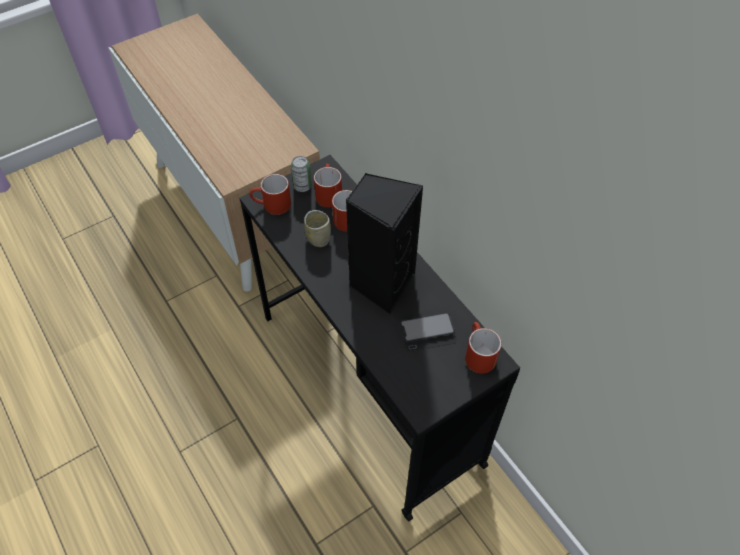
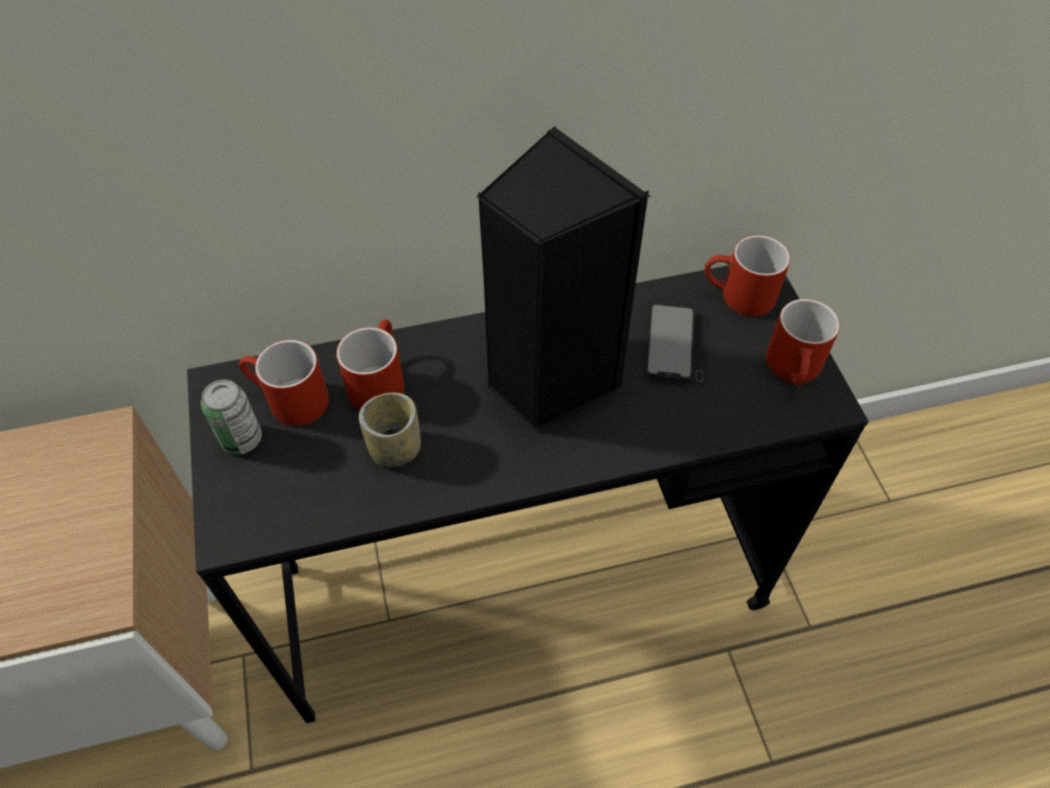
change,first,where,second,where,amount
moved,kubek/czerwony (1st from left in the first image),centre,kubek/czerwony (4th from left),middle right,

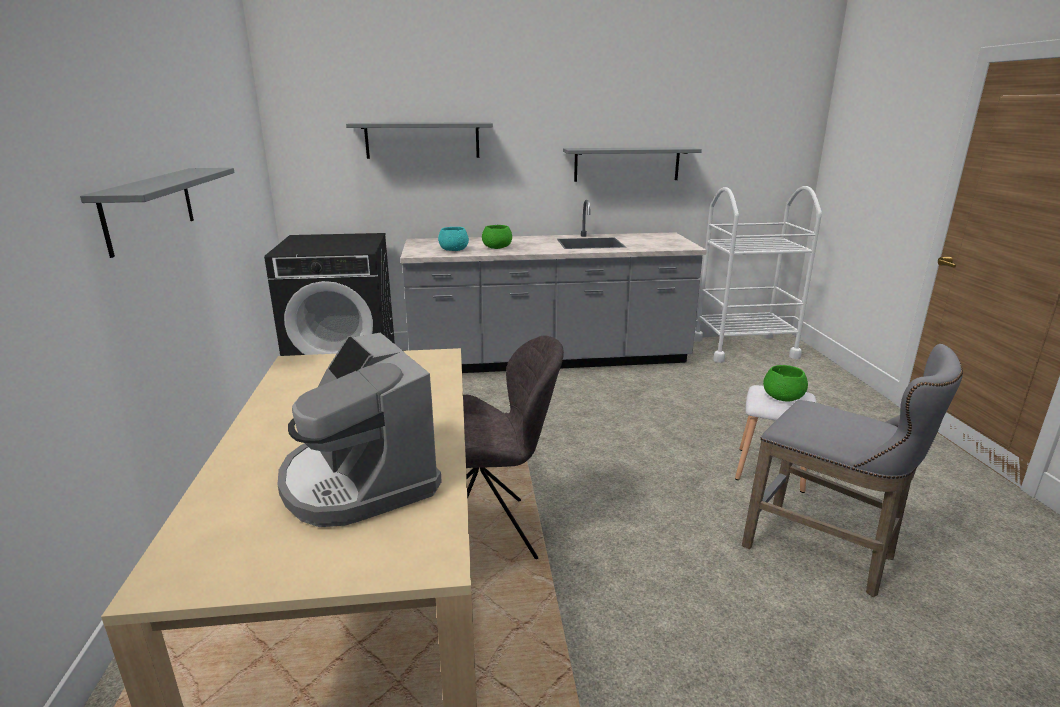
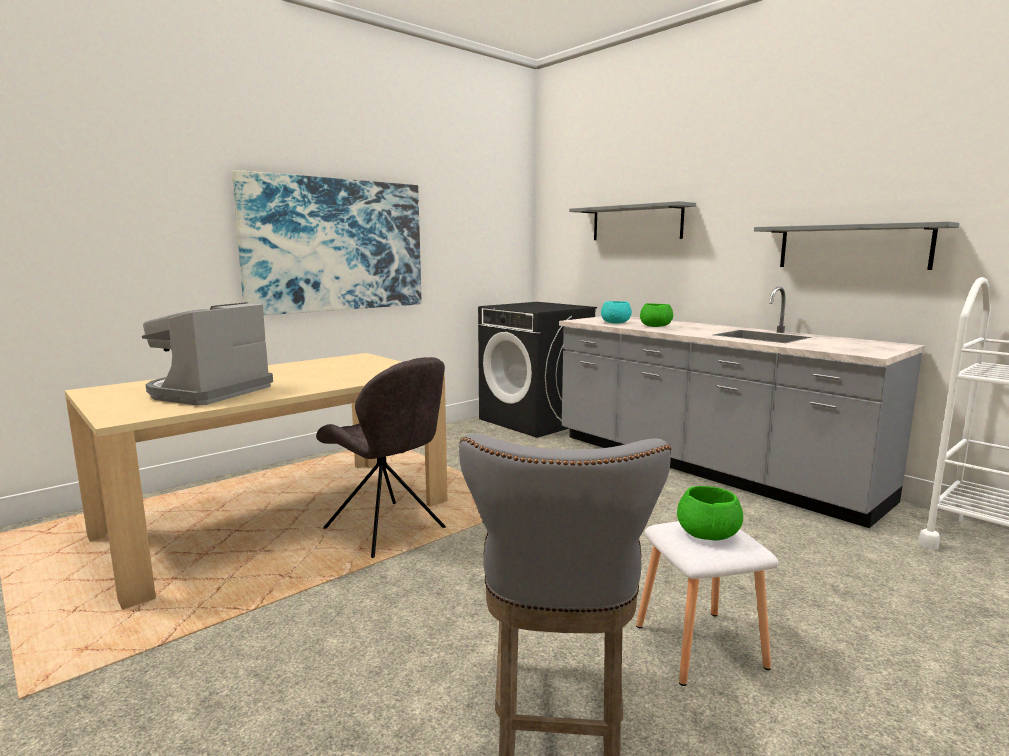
change,first,where,second,where,amount
replaced,półka/szary (1st from left),top left,obraz,top left,

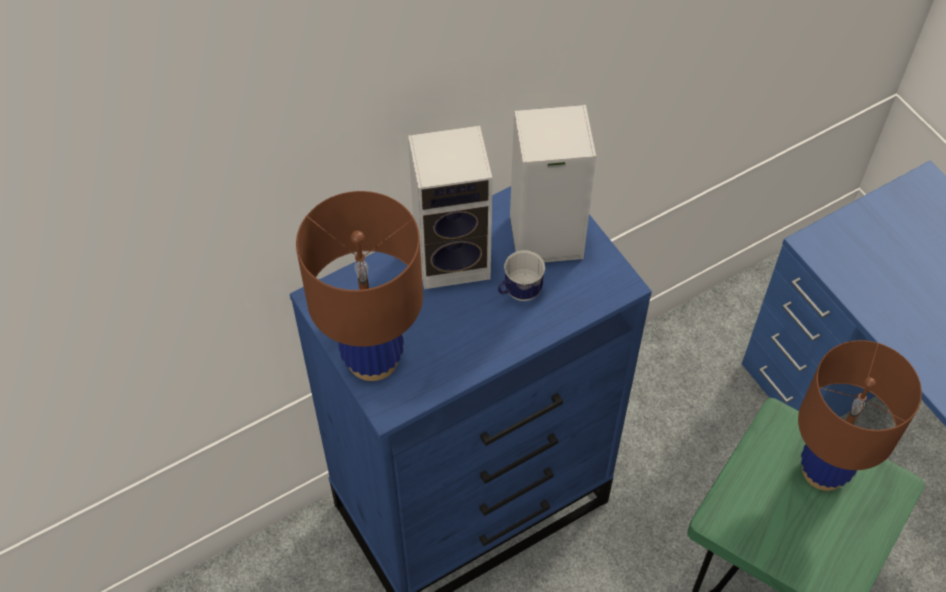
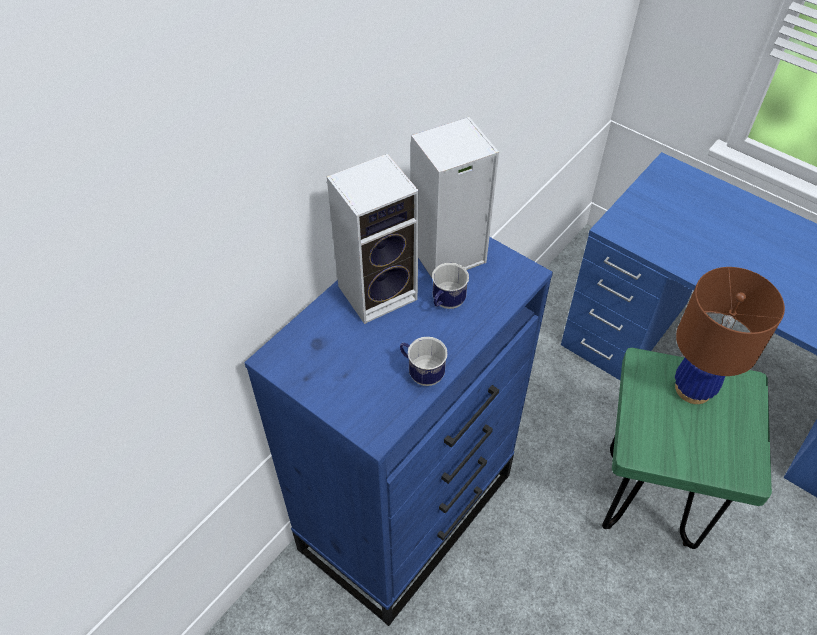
change,first,where,second,where,amount
added,,,kubek (1st from left),centre,
removed,lampa stołowa/brązowy (1st from left),centre,,,

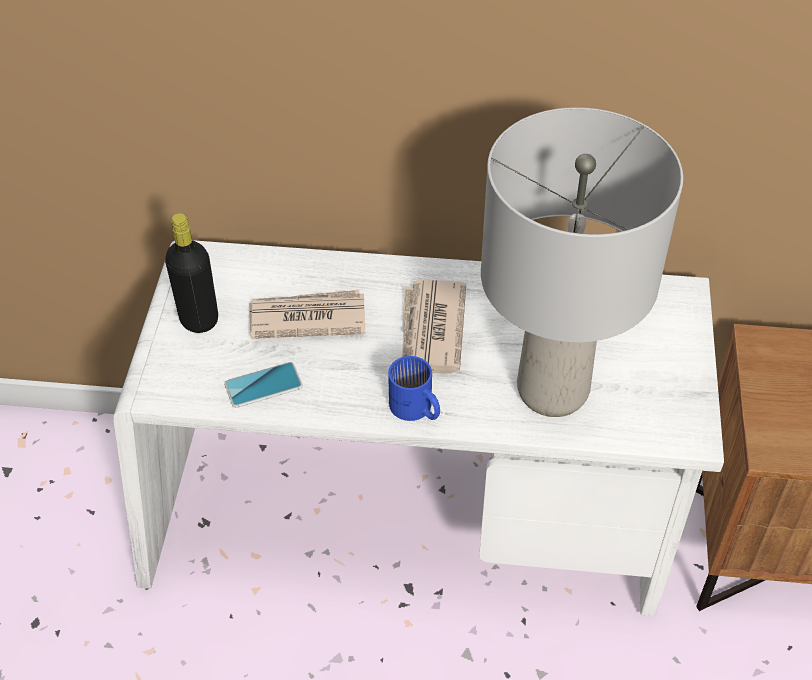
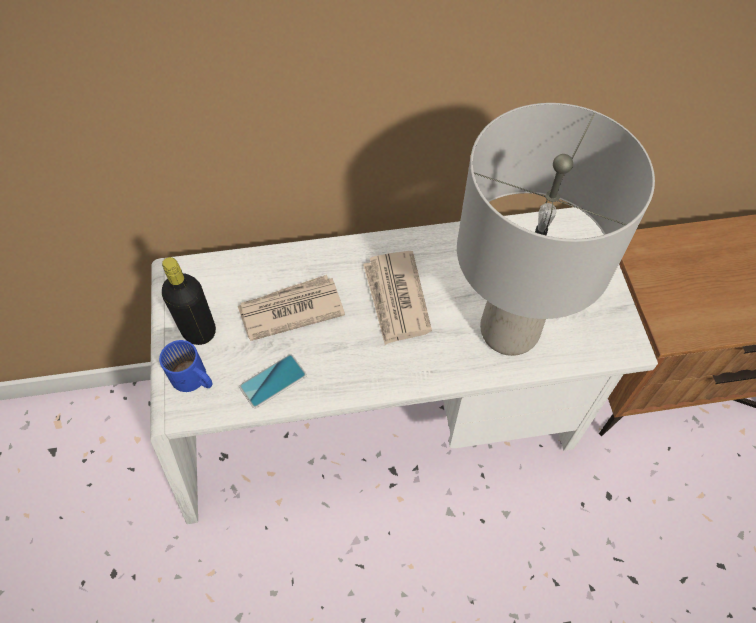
change,first,where,second,where,amount
moved,kubek/niebieski,centre,,middle left,

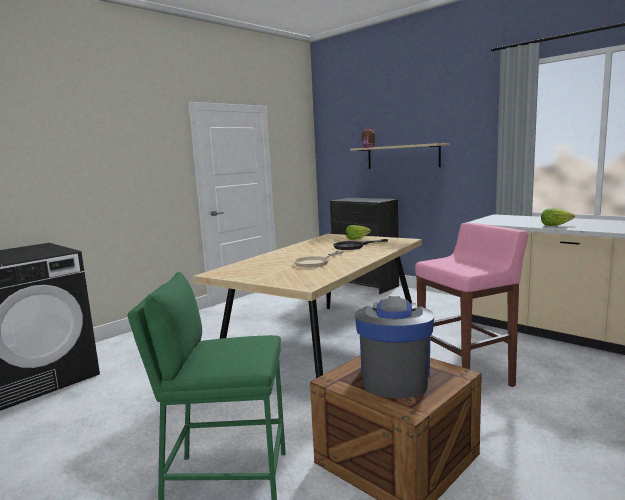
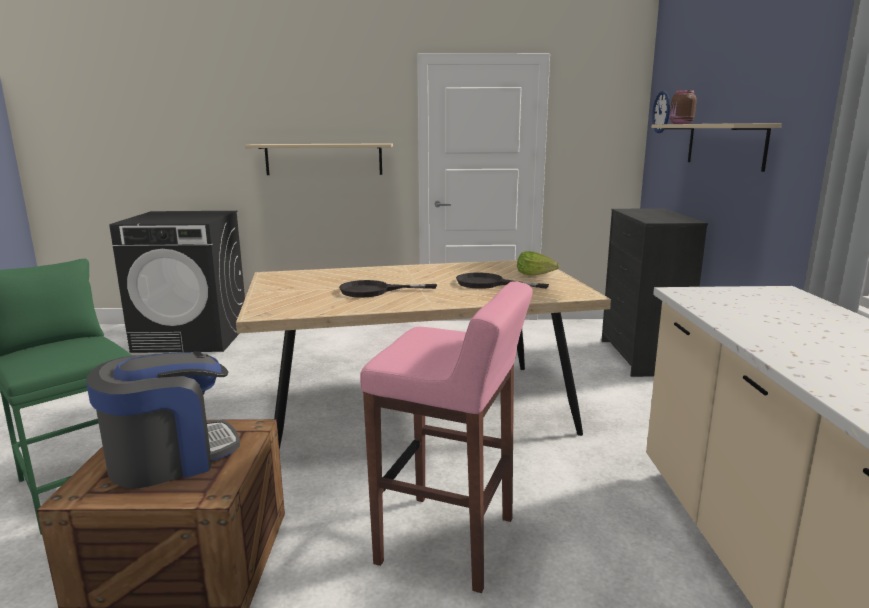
change,first,where,second,where,amount
added,,,półka/beżowy (1st from left),top centre,
recoloured,patelnia/beżowy,centre,patelnia/czarny (1st from left),centre,
added,,,zegar ścienny,top right,
removed,sałata (2nd from left),middle right,,,

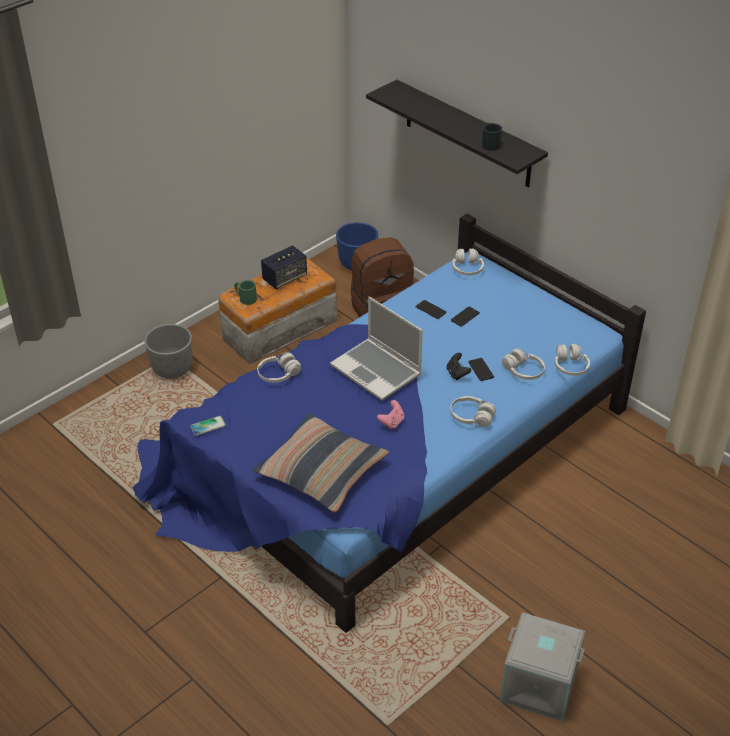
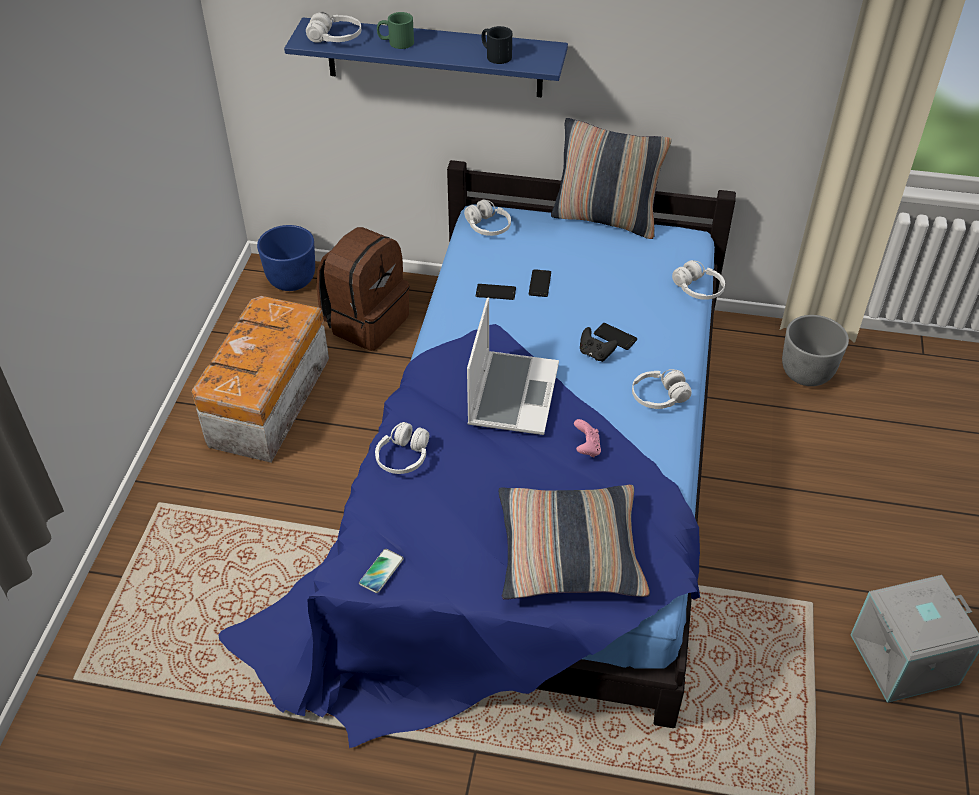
change,first,where,second,where,amount
recoloured,półka/czarny,top centre,półka/niebieski,top centre,
moved,słuchawki/biały (4th from left in the first image),middle right,słuchawki/biały (1st from left),top centre,
moved,kubek/zielony,centre,,top centre,
turned,laptop,centre,,centre,90 degrees counterclockwise
added,,,poduszka (2nd from left),top centre,
moved,donica/szary,middle left,,middle right,
removed,głośnik,centre,,,

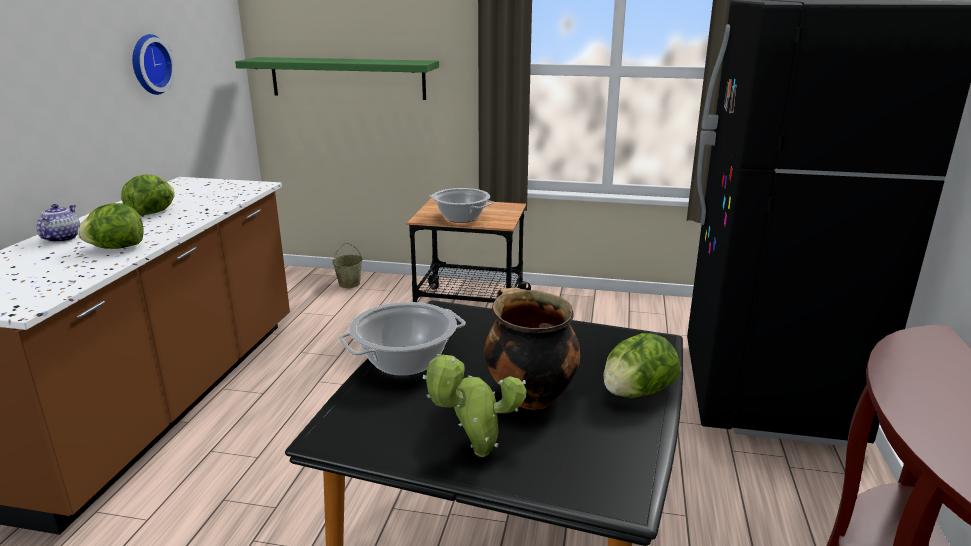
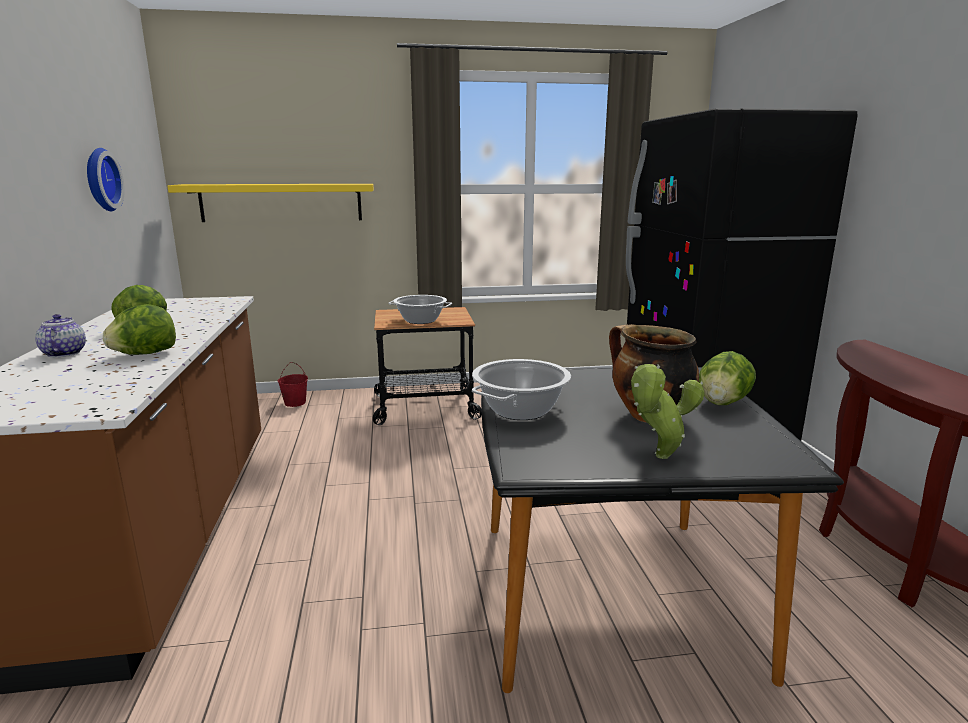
change,first,where,second,where,amount
recoloured,półka/zielony,top centre,półka/żółty,top left,
recoloured,wiadro/beżowy,centre,wiadro/czerwony,middle left,

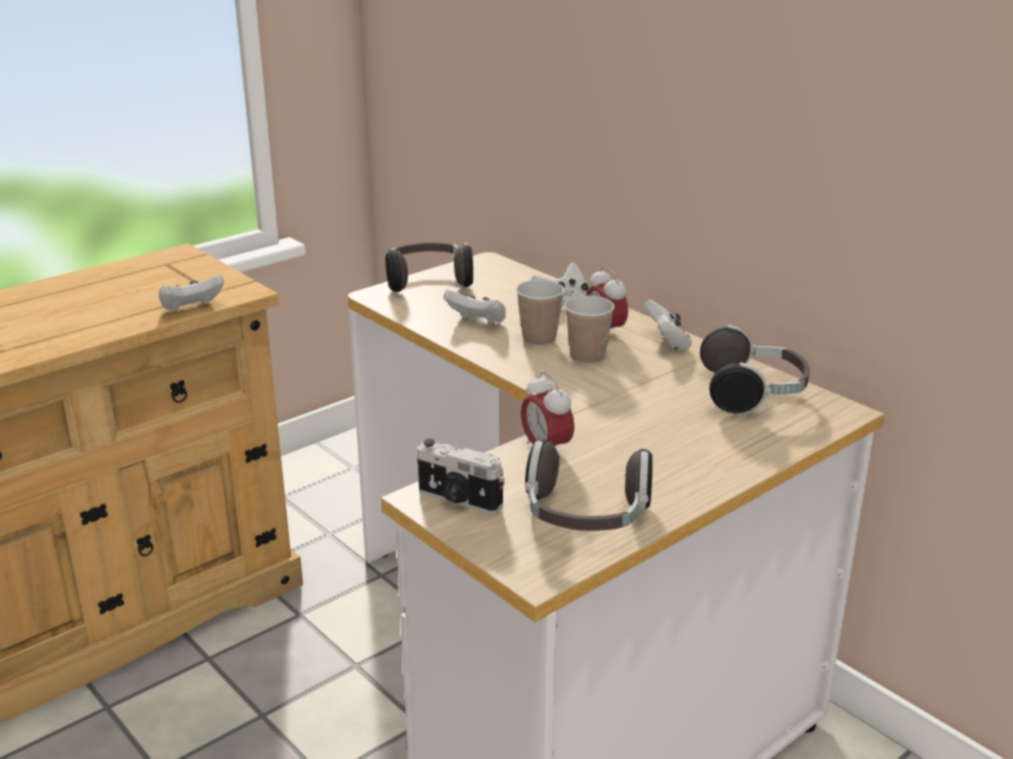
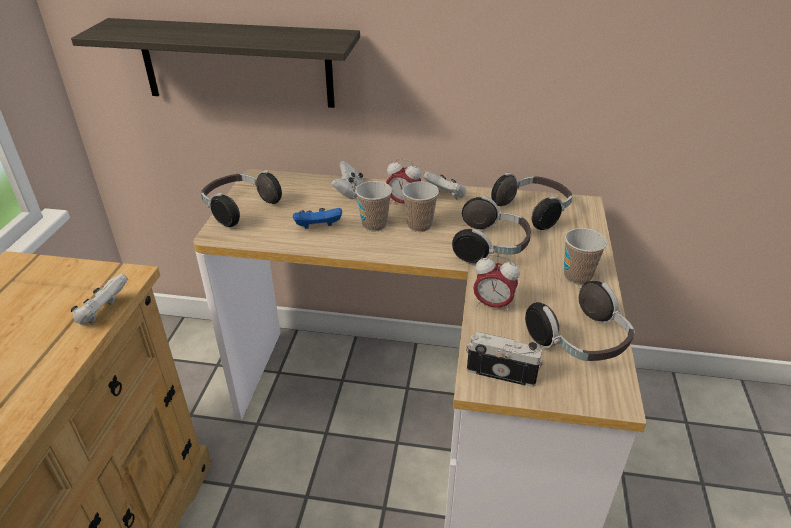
change,first,where,second,where,amount
added,,,półka,top left,
recoloured,pad do gier/biały (2nd from left),centre,pad do gier/niebieski,centre,
added,,,słuchawki (2nd from left),centre,
turned,aparat fotograficzny,centre,,bottom centre,150 degrees counterclockwise
added,,,filiżanka (3rd from left),middle right,

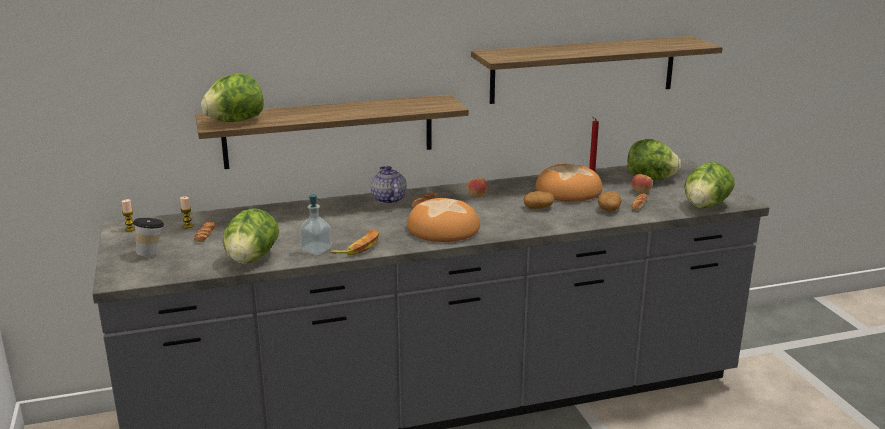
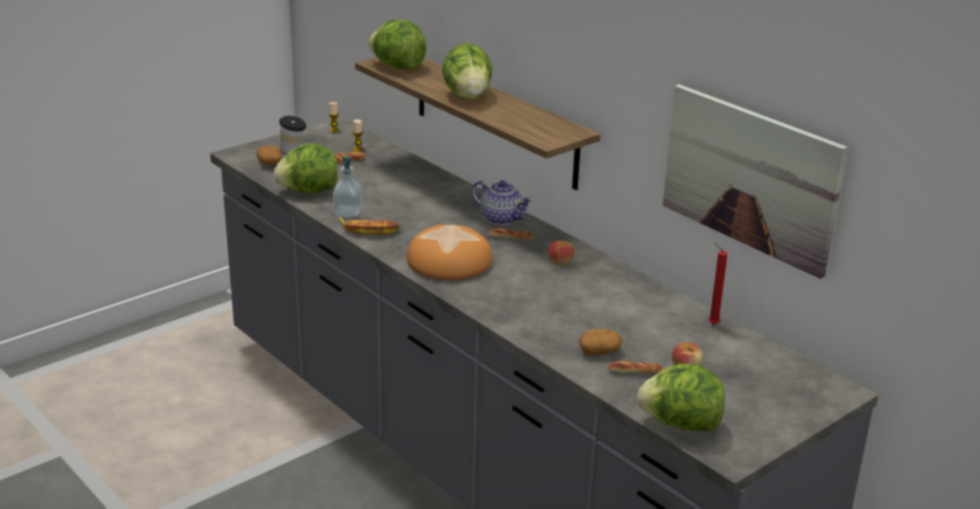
change,first,where,second,where,amount
moved,ziemniak (1st from left),centre,,top left,
moved,sałata (3rd from left),middle right,,top centre,
turned,imbryk,centre,,centre,75 degrees clockwise
replaced,półka (2nd from left),top right,obraz,middle right,
removed,chleb (4th from left),centre,,,

